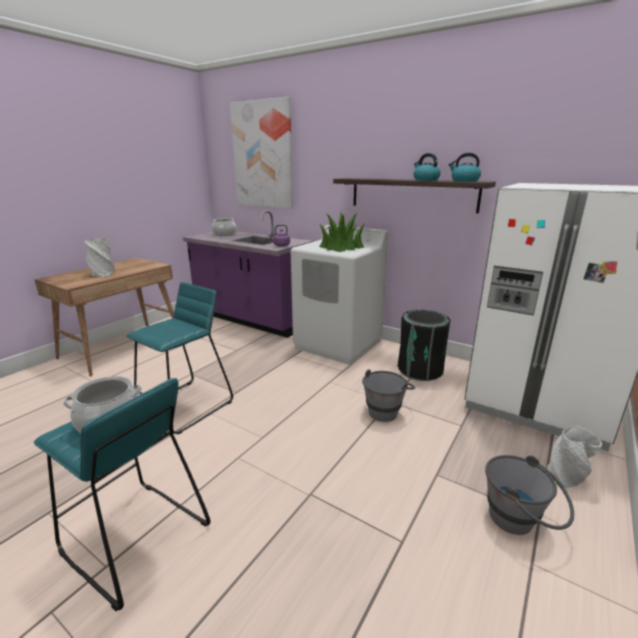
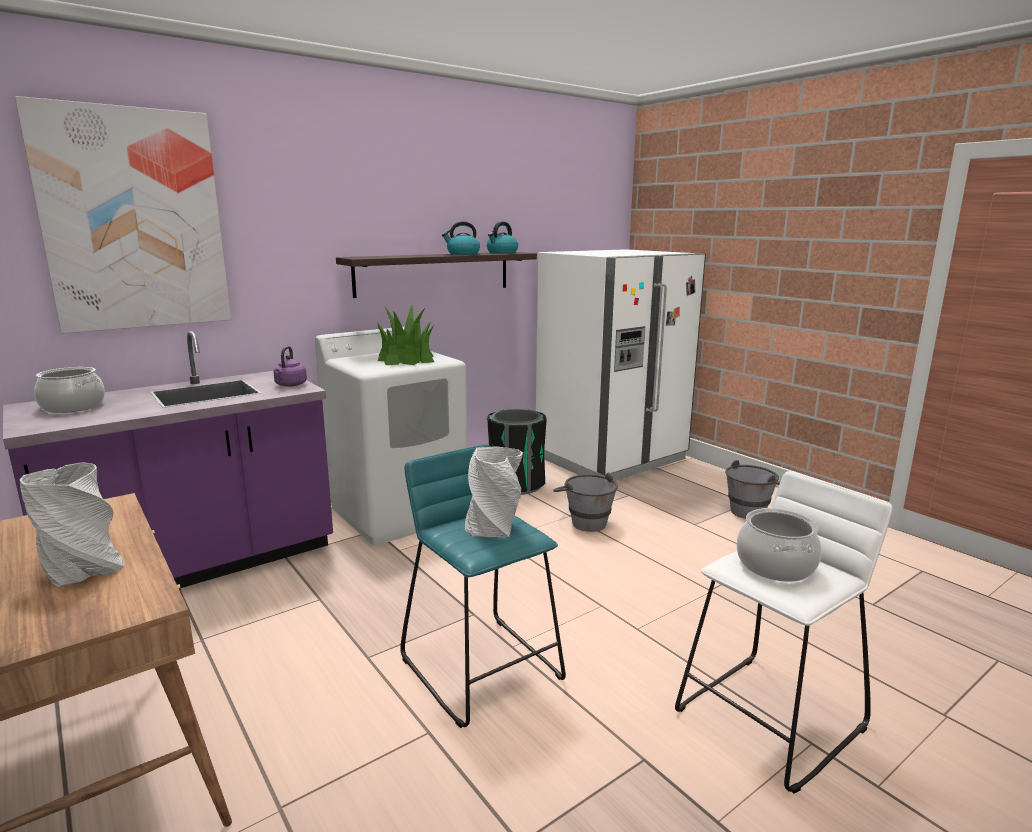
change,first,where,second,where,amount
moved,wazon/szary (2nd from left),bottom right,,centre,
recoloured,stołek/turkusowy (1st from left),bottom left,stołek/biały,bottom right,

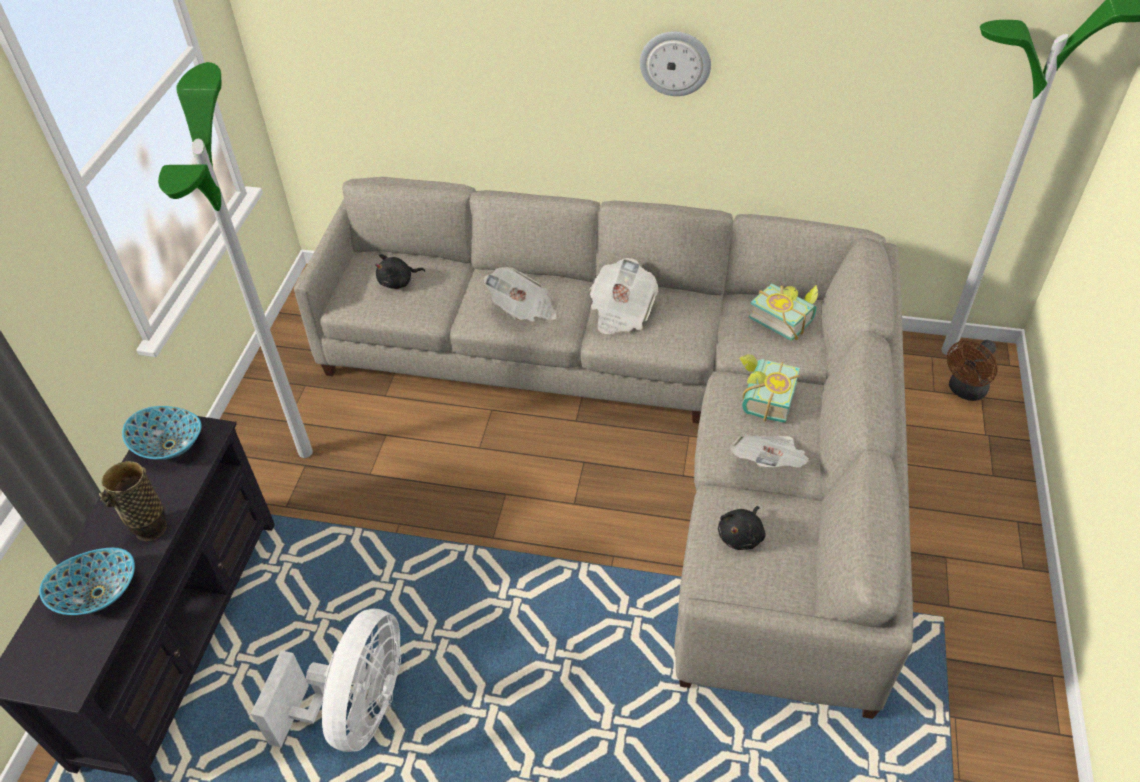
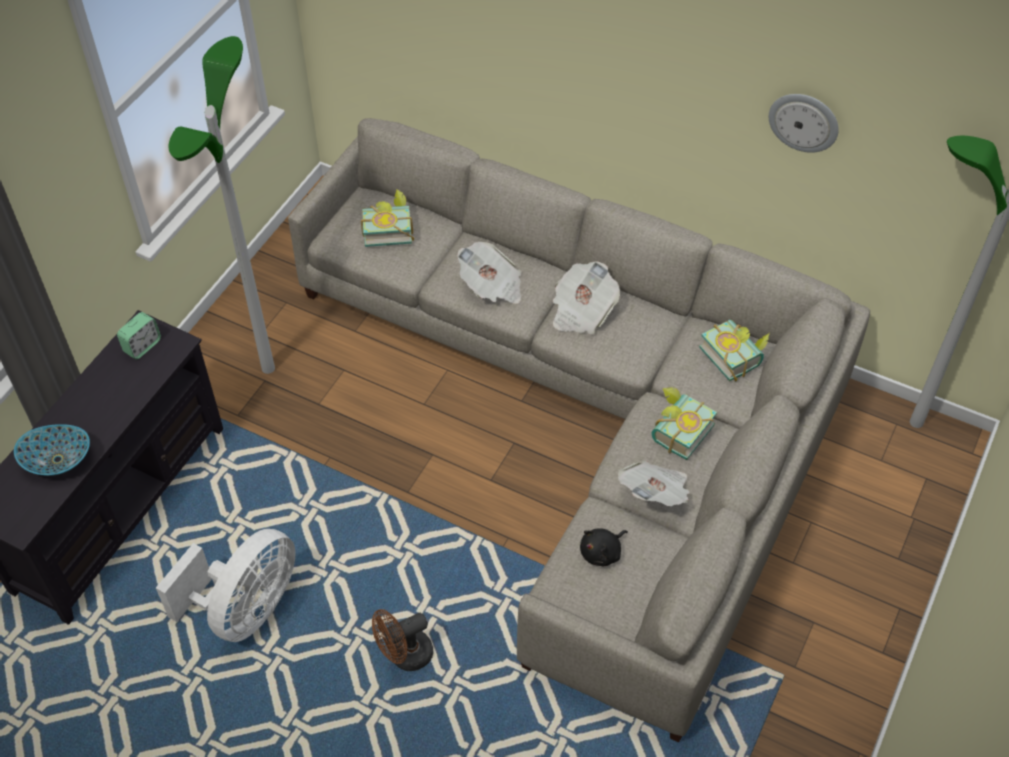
change,first,where,second,where,amount
replaced,miska (2nd from left),middle left,budzik,middle left,
replaced,pluszak/czarny (1st from left),centre,książka (1st from left),top centre,
moved,wentylator/brązowy,middle right,,bottom centre,
moved,zegar ścienny,top centre,,top right,
removed,wazon,middle left,,,

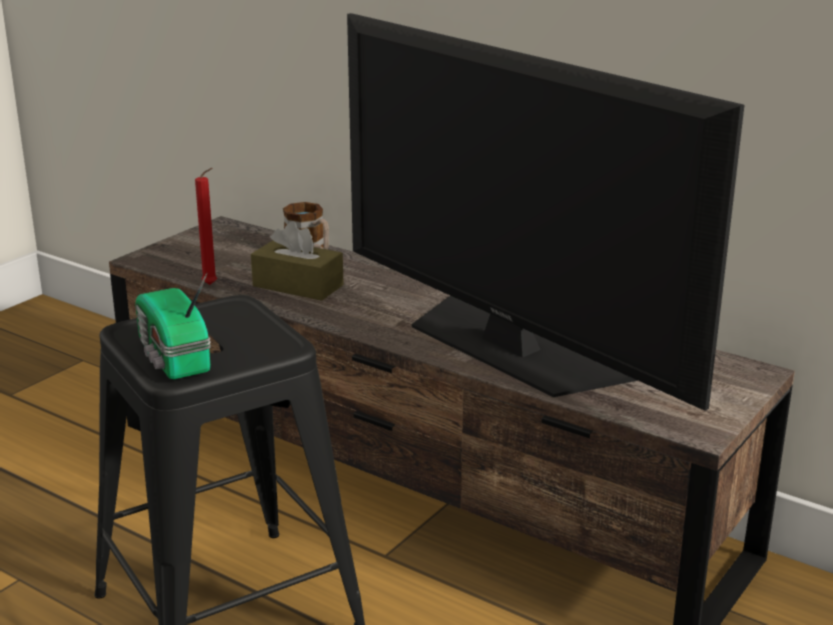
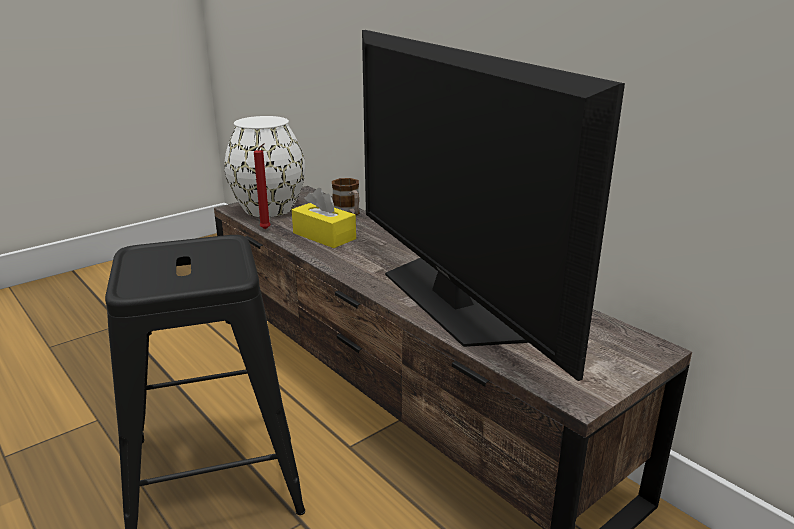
change,first,where,second,where,amount
added,,,wazon/biały,top left,
recoloured,pudełko chusteczek/brązowy,centre,pudełko chusteczek/żółty,centre,
removed,radio,middle left,,,

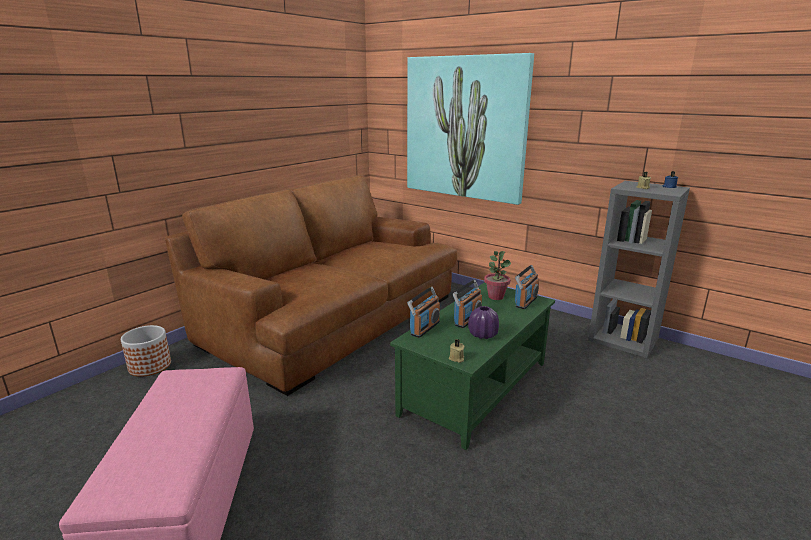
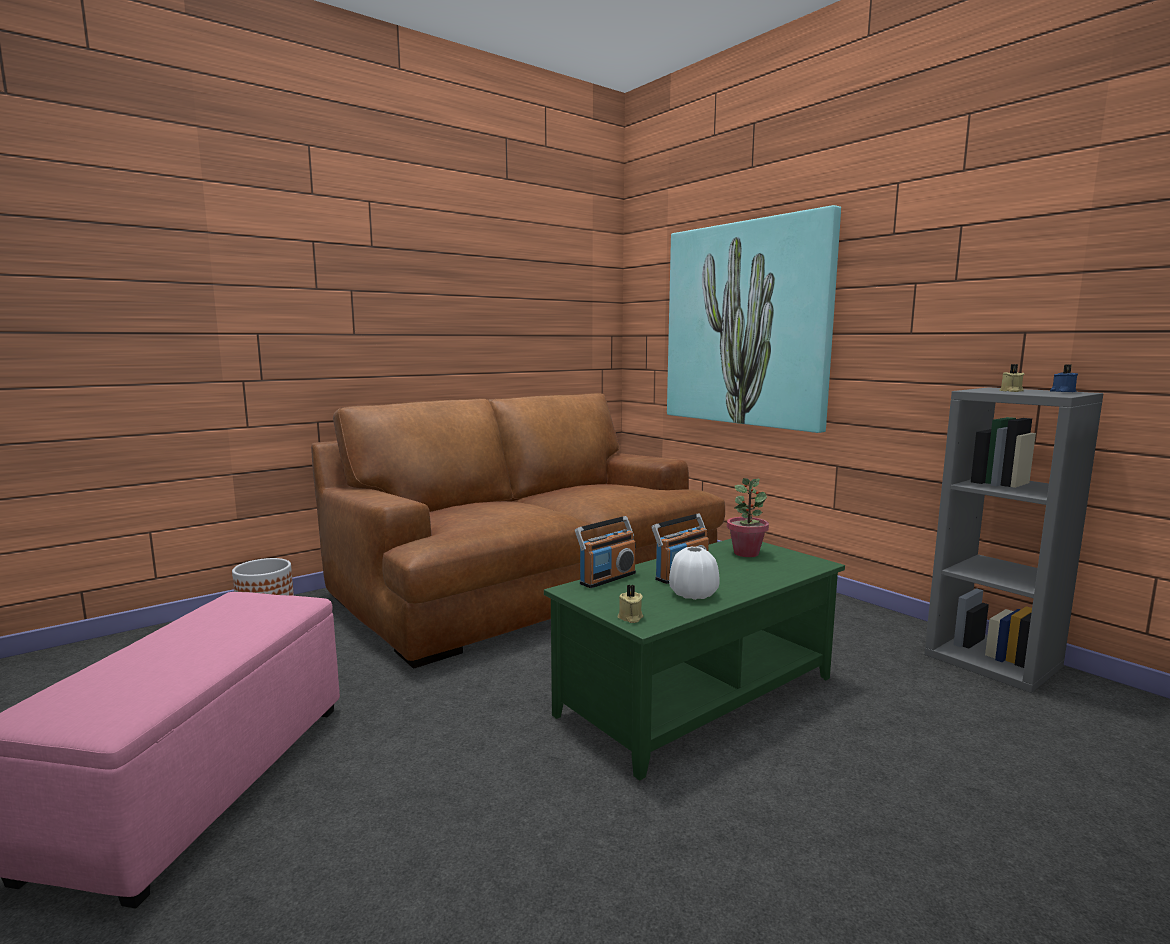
change,first,where,second,where,amount
recoloured,wazon/fioletowy,centre,wazon/biały,centre,
removed,radio (3rd from left),centre,,,

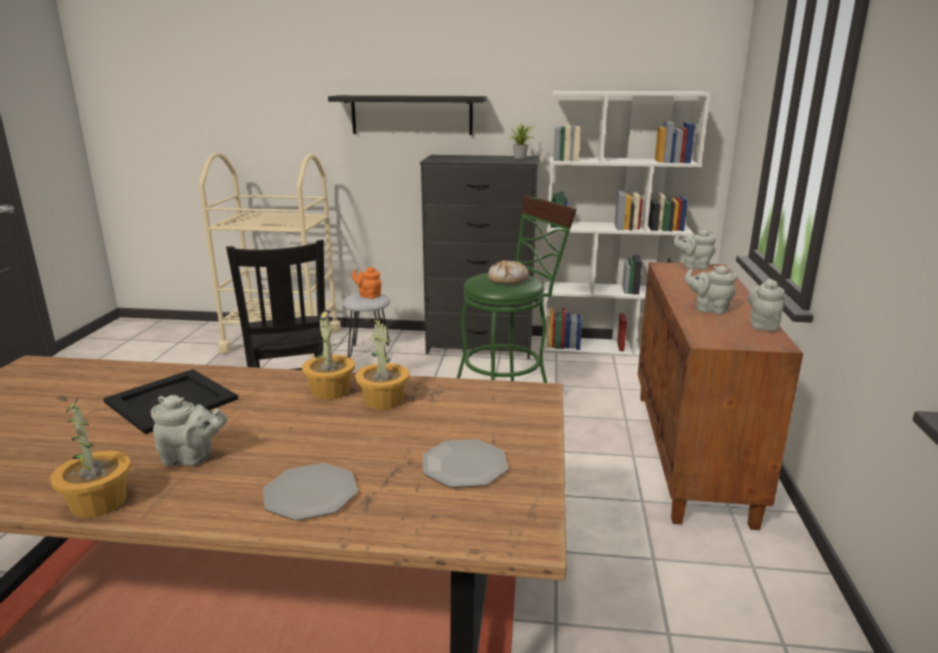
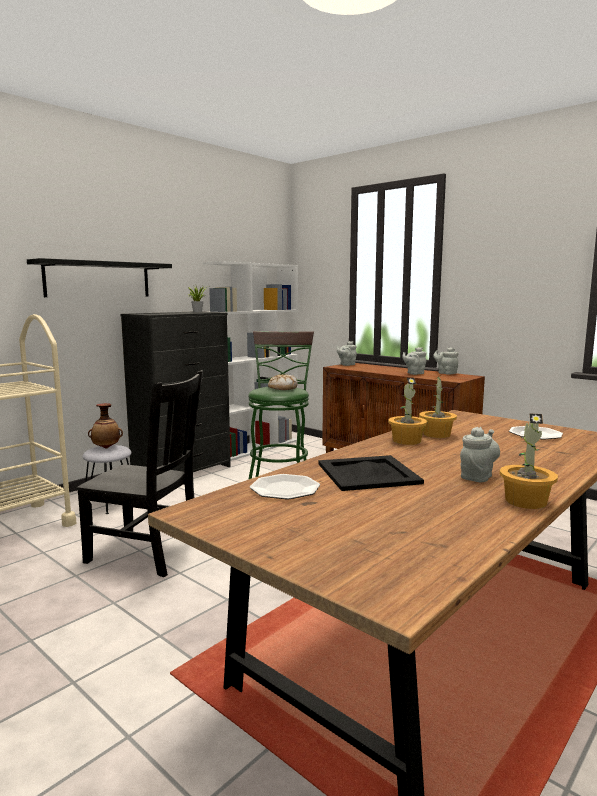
change,first,where,second,where,amount
replaced,imbryk/pomarańczowy,centre,wazon,middle left,
moved,talerz (1st from left),bottom left,,centre,

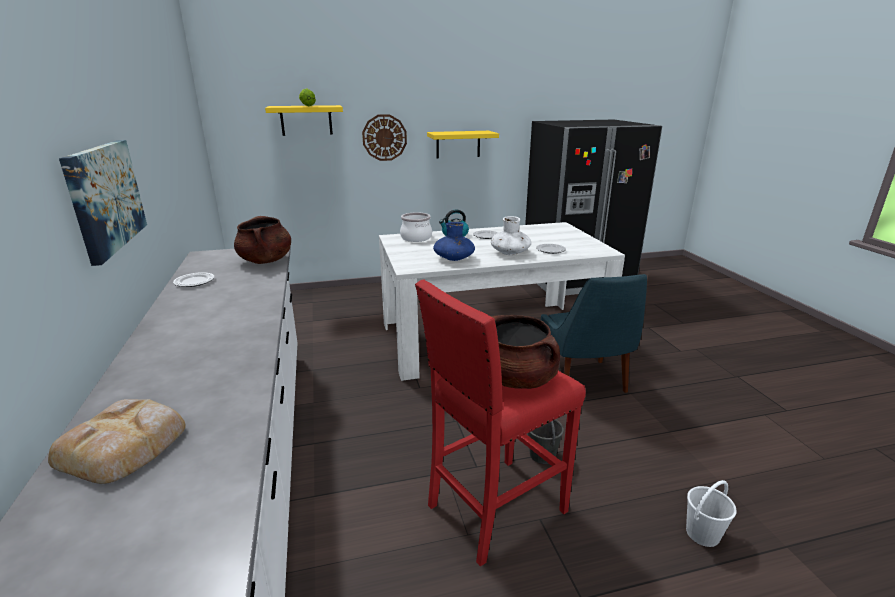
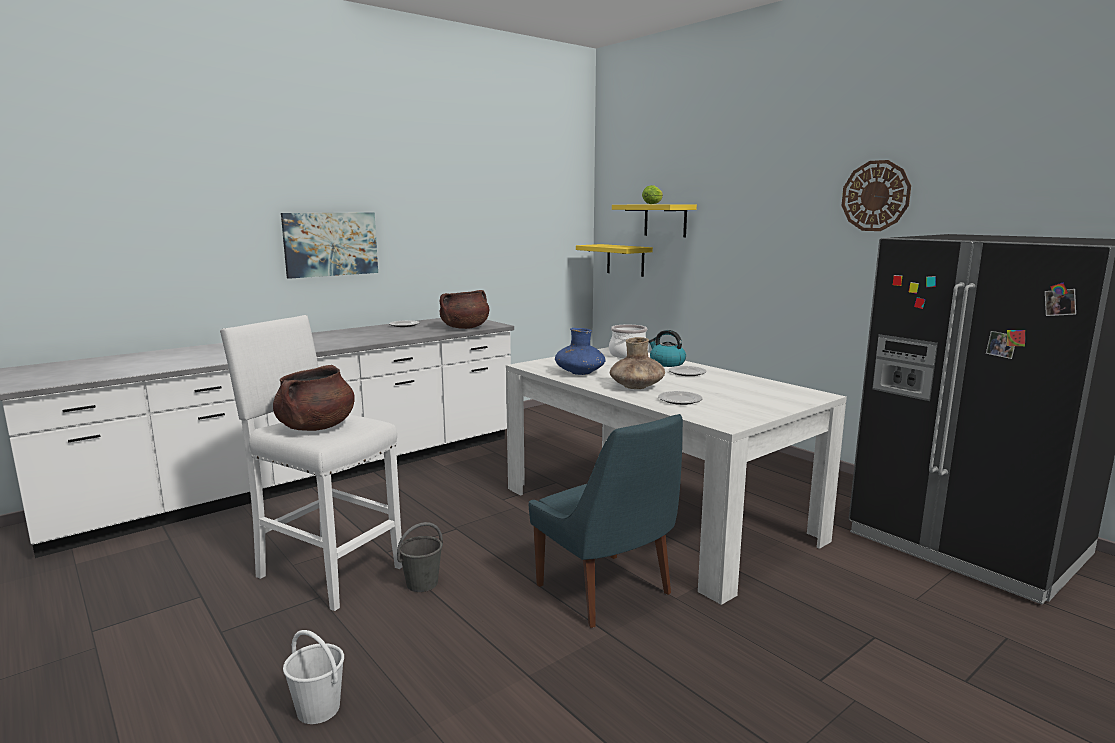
change,first,where,second,where,amount
recoloured,stołek/czerwony,bottom centre,stołek/biały,middle left,
turned,krzesło/niebieski,centre,,bottom centre,90 degrees counterclockwise
moved,półka/żółty (2nd from left in the first image),top centre,półka/żółty (1st from left),centre,
recoloured,wazon/biały,centre,wazon/brązowy,centre,
moved,zegar ścienny,top centre,,top right,
removed,chleb,bottom left,,,

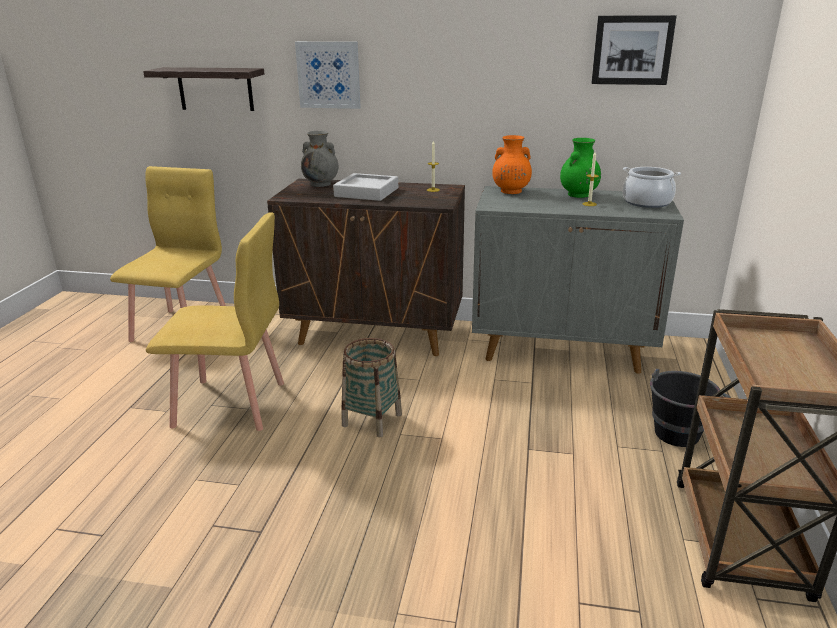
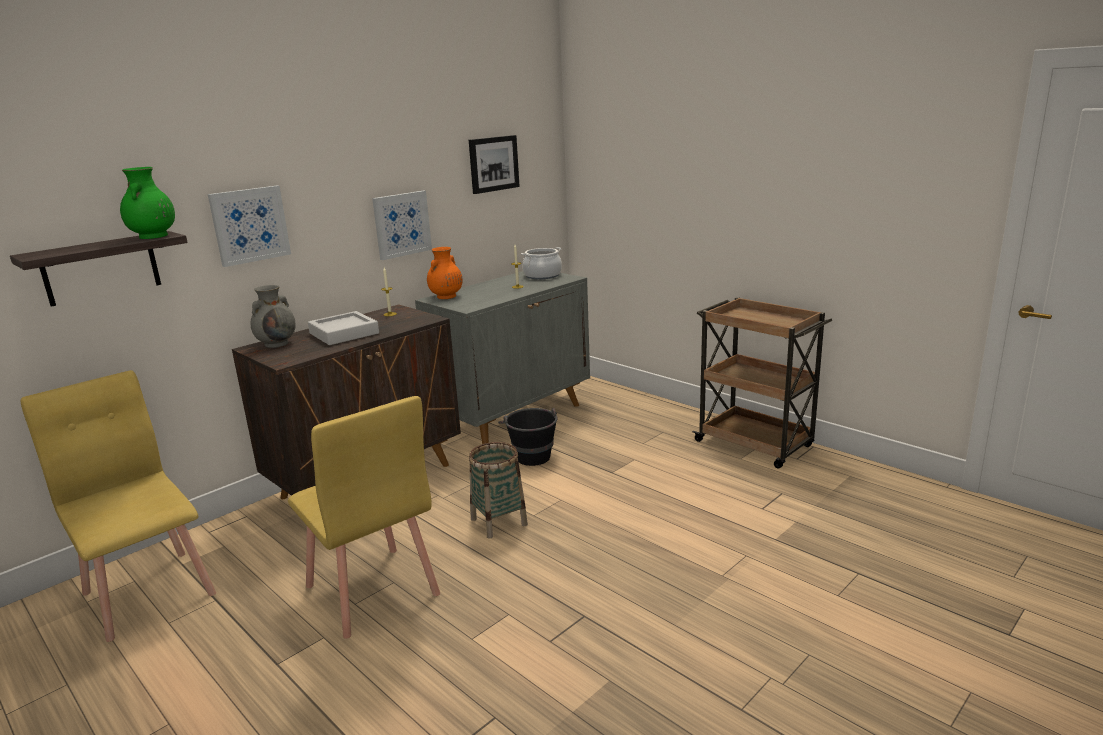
change,first,where,second,where,amount
moved,wazon/zielony,top right,,top left,
turned,krzesło/żółty (2nd from left),middle left,,bottom left,105 degrees clockwise
added,,,obraz (2nd from left),top centre,
moved,wiadro/czarny,middle right,,centre,

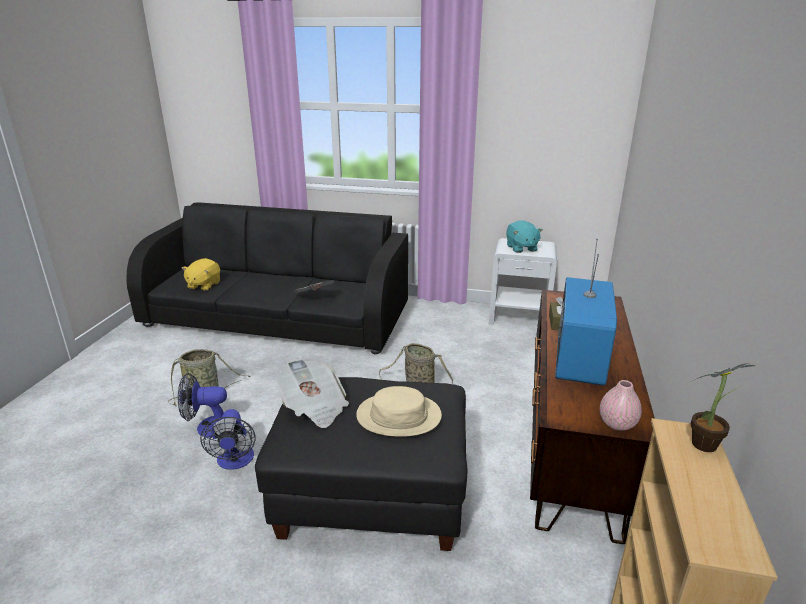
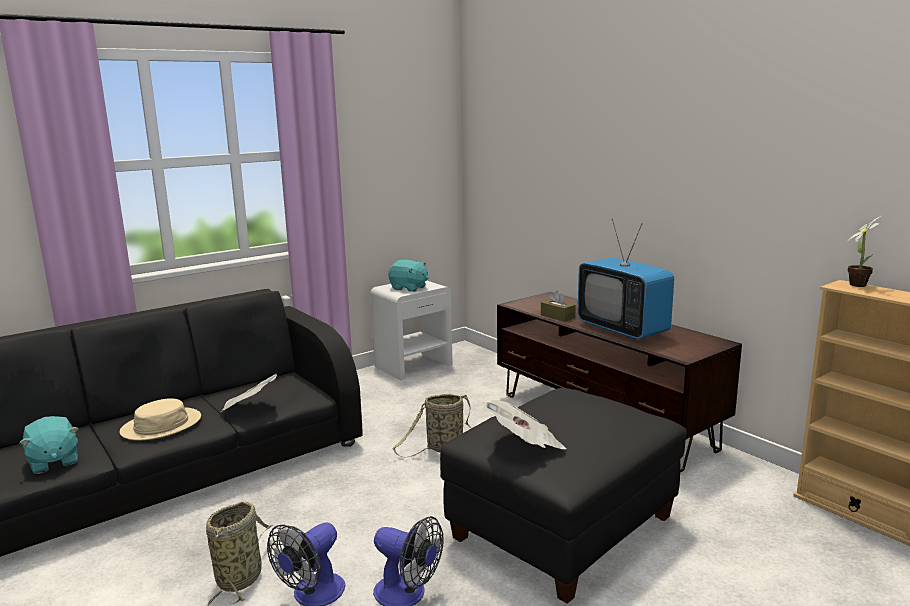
change,first,where,second,where,amount
recoloured,pluszak/żółty,middle left,pluszak/turkusowy (1st from left),bottom left,
moved,kapelusz/beżowy,bottom centre,,bottom left,
removed,wazon/różowy,bottom right,,,

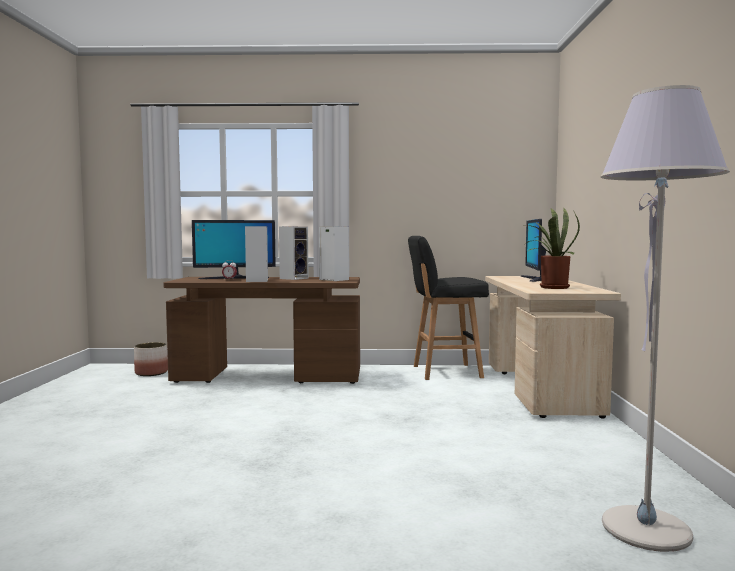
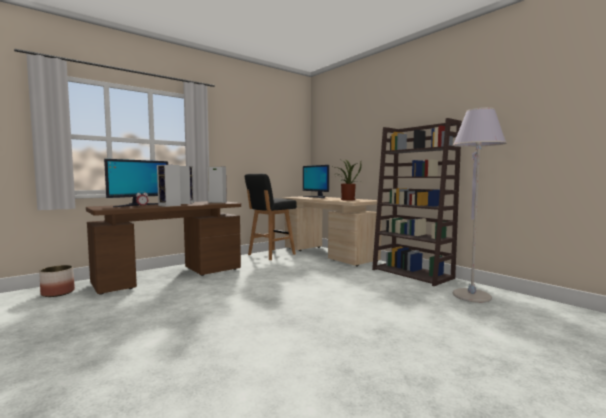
change,first,where,second,where,amount
added,,,regał/brązowy,middle right,

